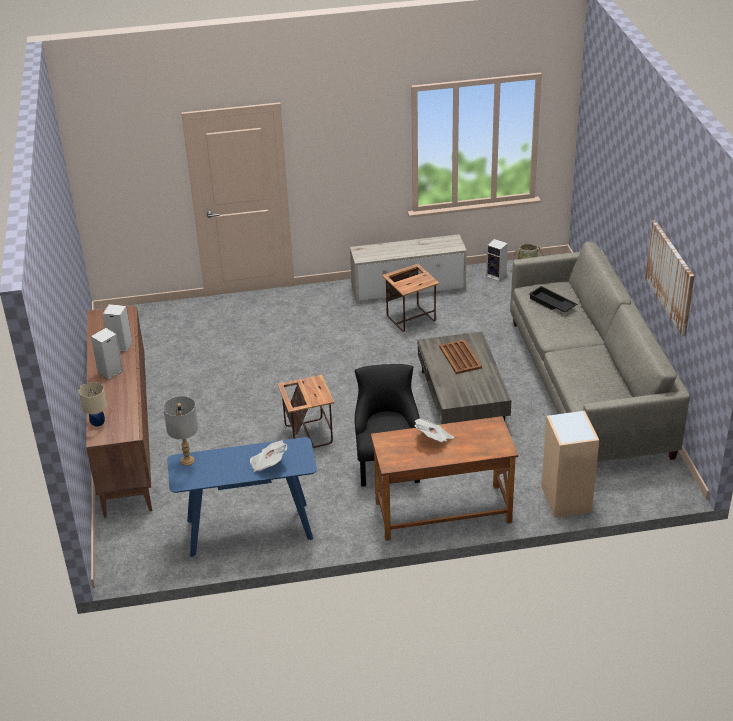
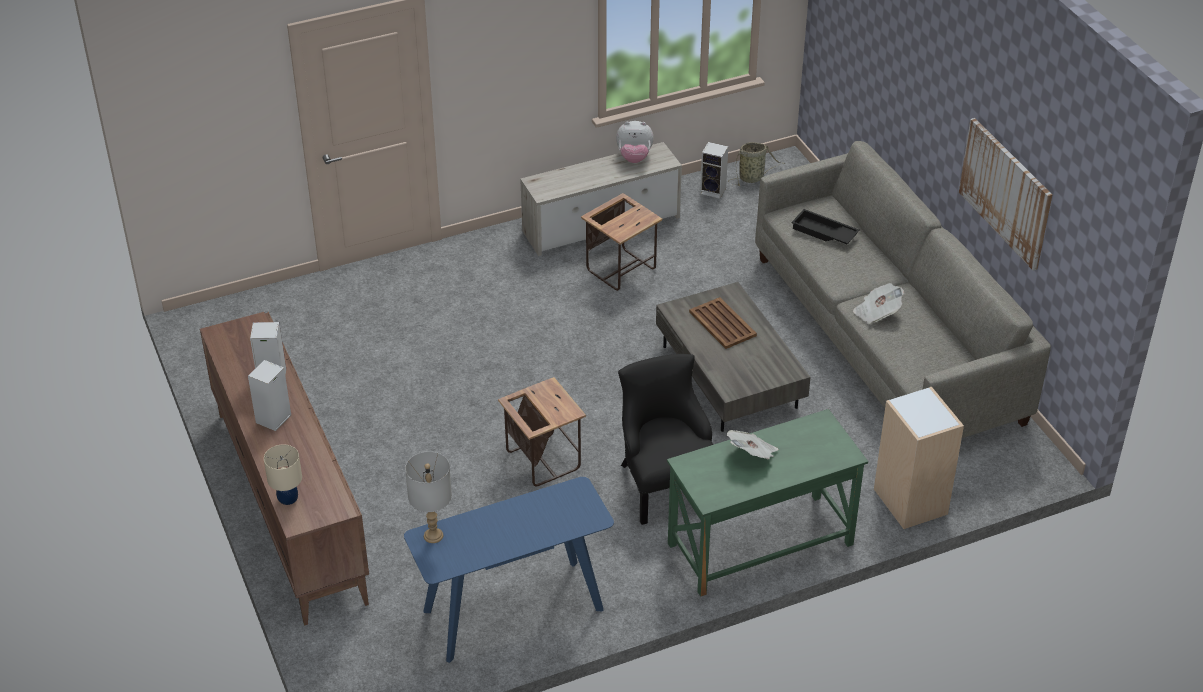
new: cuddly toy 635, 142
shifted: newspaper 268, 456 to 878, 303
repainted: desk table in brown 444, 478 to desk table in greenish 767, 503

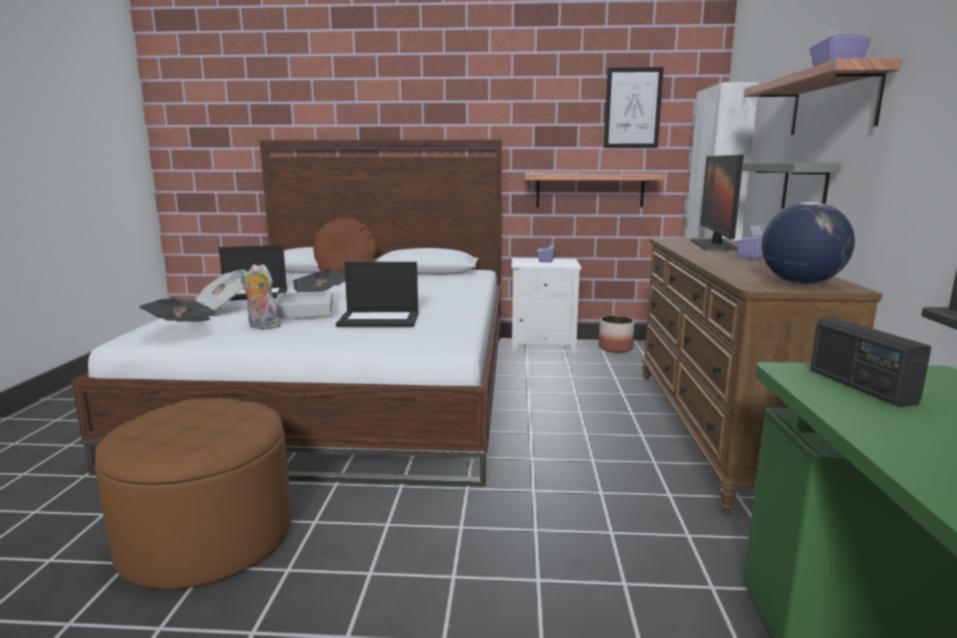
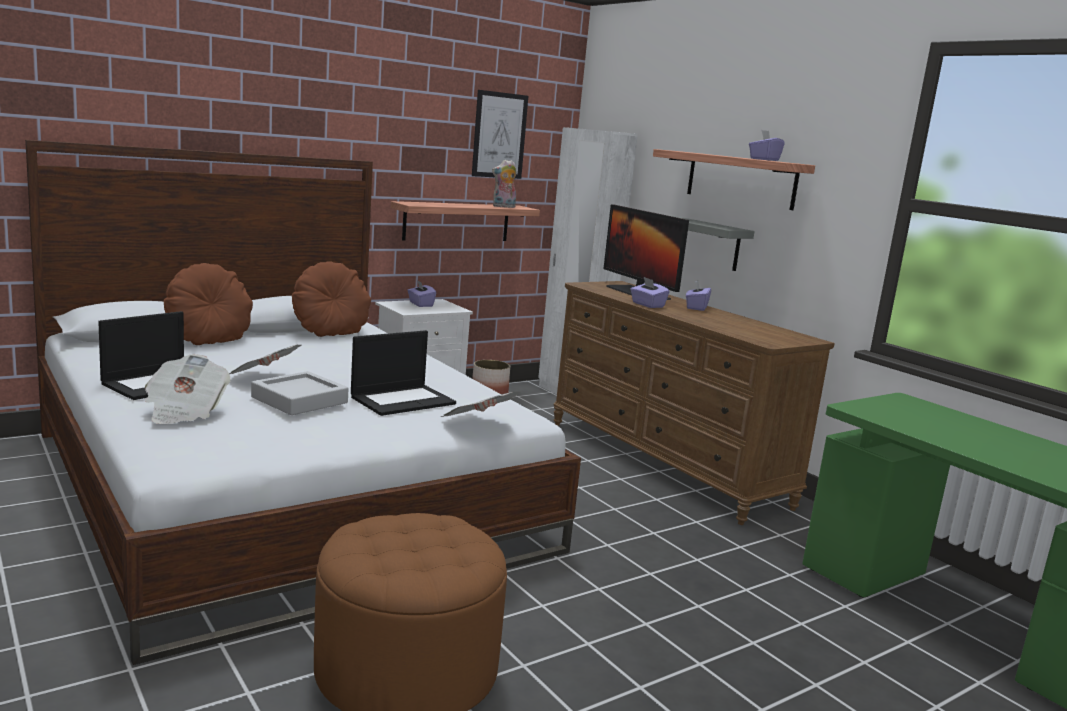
gone: globe 808, 243; radio receiver 870, 362
new: cushion in brown 331, 299; tissue box in purple-coloured 650, 292
shifted: newspaper 177, 310 to 481, 404; cuddly toy 261, 296 to 504, 184

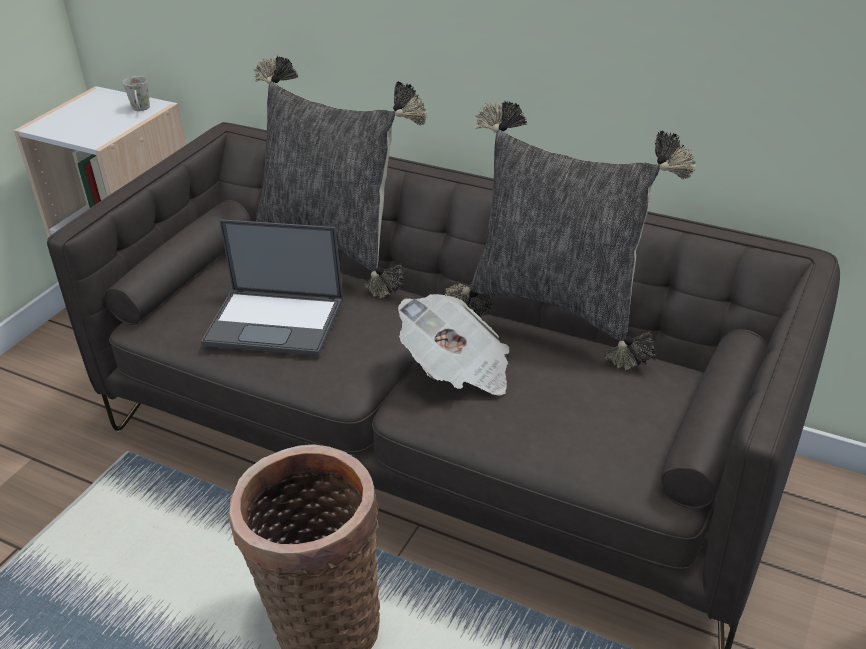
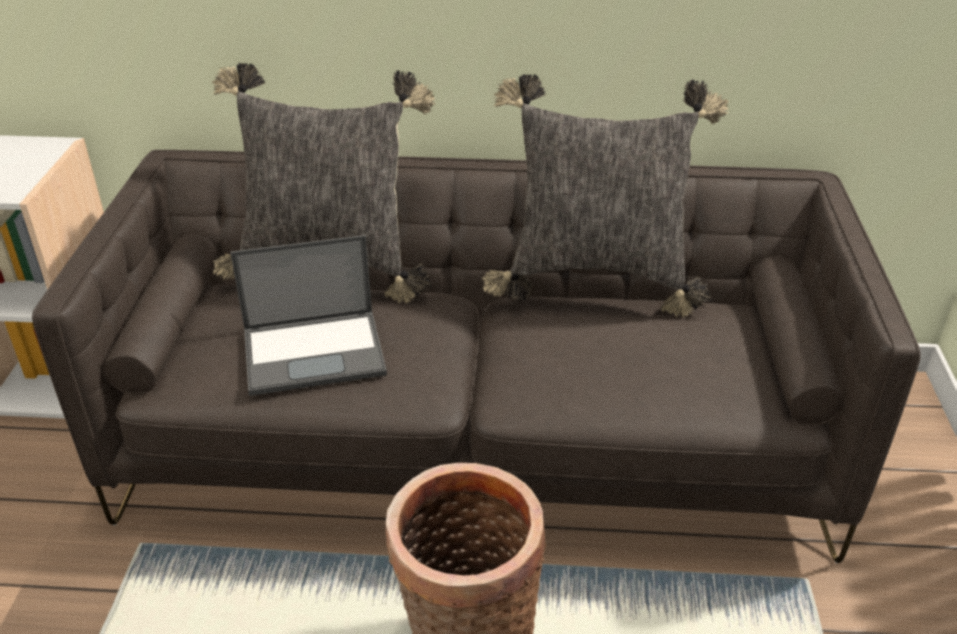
gone: mug in whitish 136, 93; newspaper 453, 345

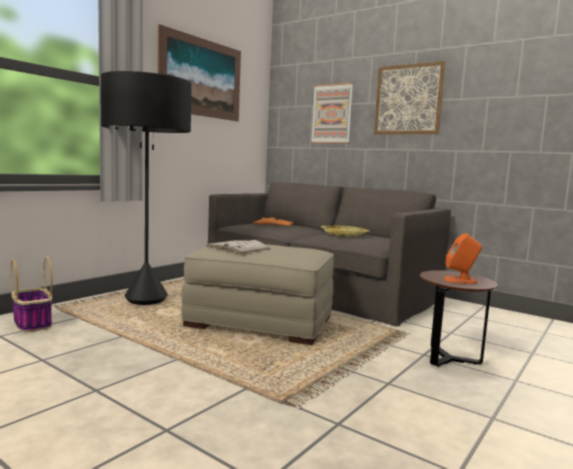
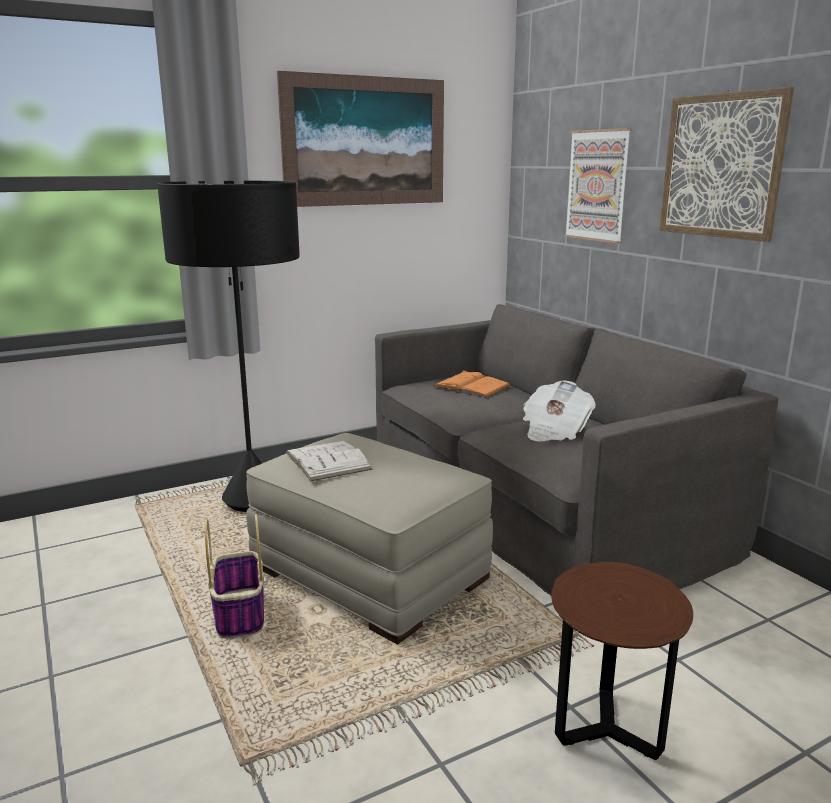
gone: loudspeaker in orange-coloured 463, 258
shifted: storage basket 31, 294 to 234, 576
swapped: tray in yellow 345, 231 to newspaper 559, 410

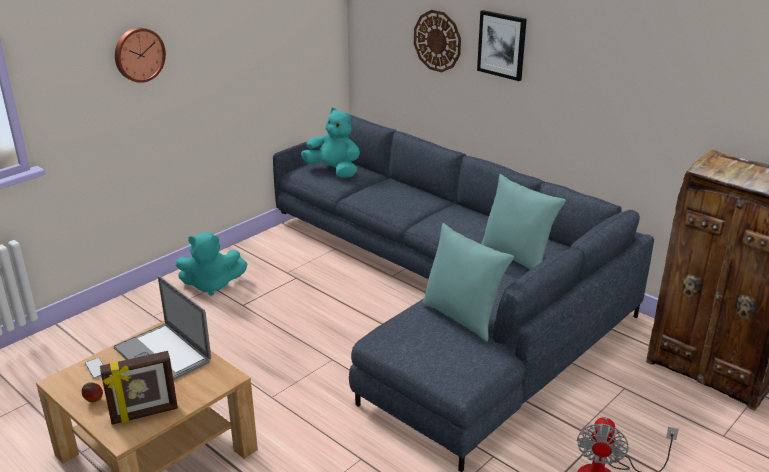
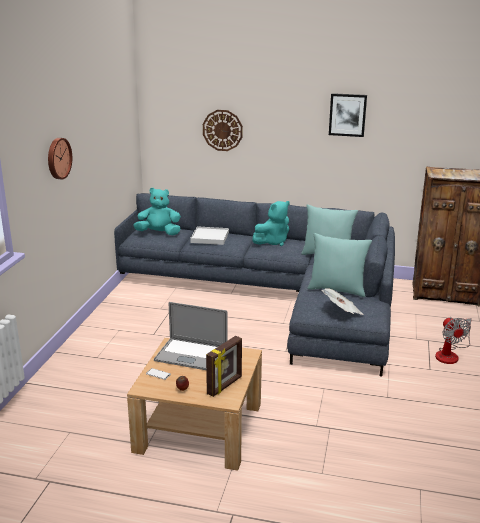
new: tray in whitish 209, 235; newspaper 342, 301
shifted: cuddly toy in blue-green 211, 264 to 271, 223; wall art 502, 45 to 348, 115

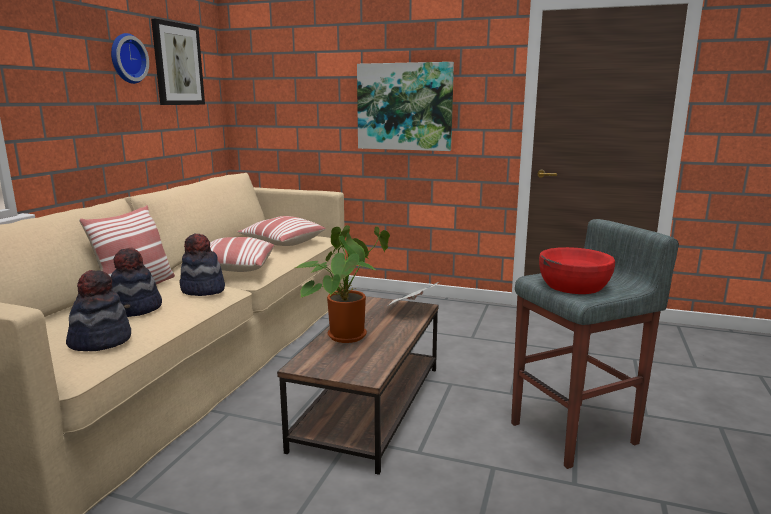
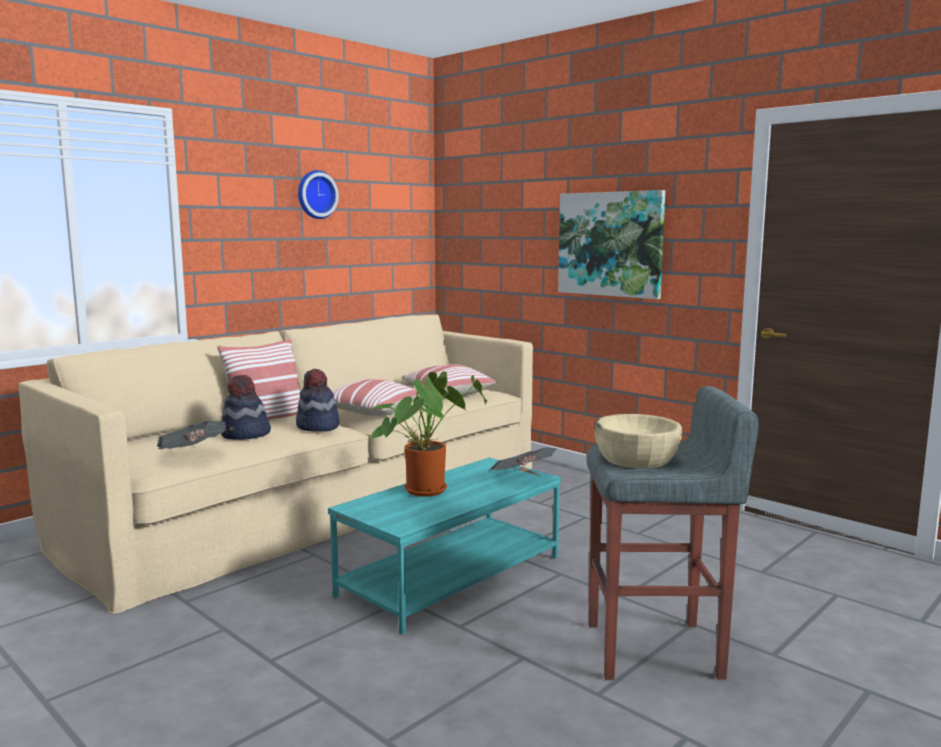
gone: wall art 178, 62
swapped: hat 98, 310 to newspaper 191, 435
repainted: low table in brown 357, 385 to low table in blue-green 444, 546; serving bowl in red-coloured 577, 270 to serving bowl in beige-coloured 638, 441

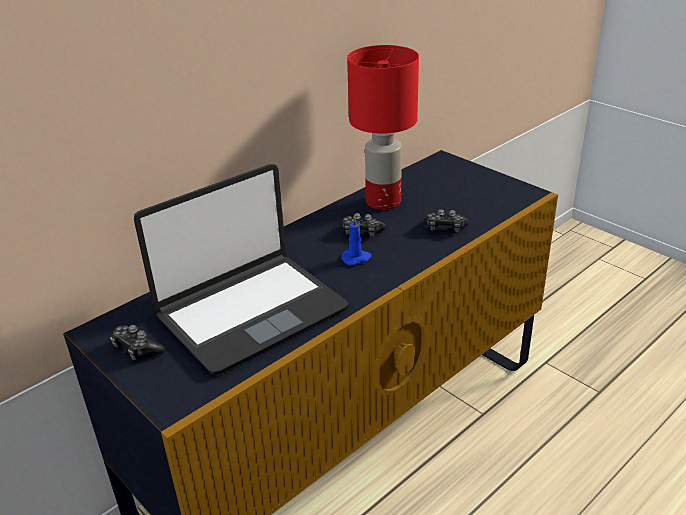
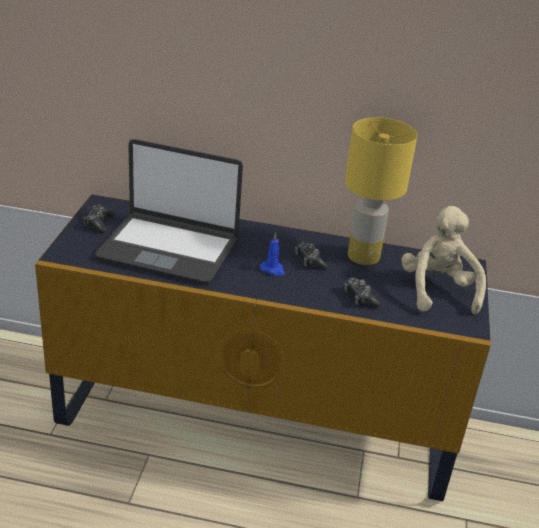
new: cuddly toy in beige-coloured 443, 260
repainted: tabletop lamp in red-coloured 383, 127 to tabletop lamp in yellow 381, 191

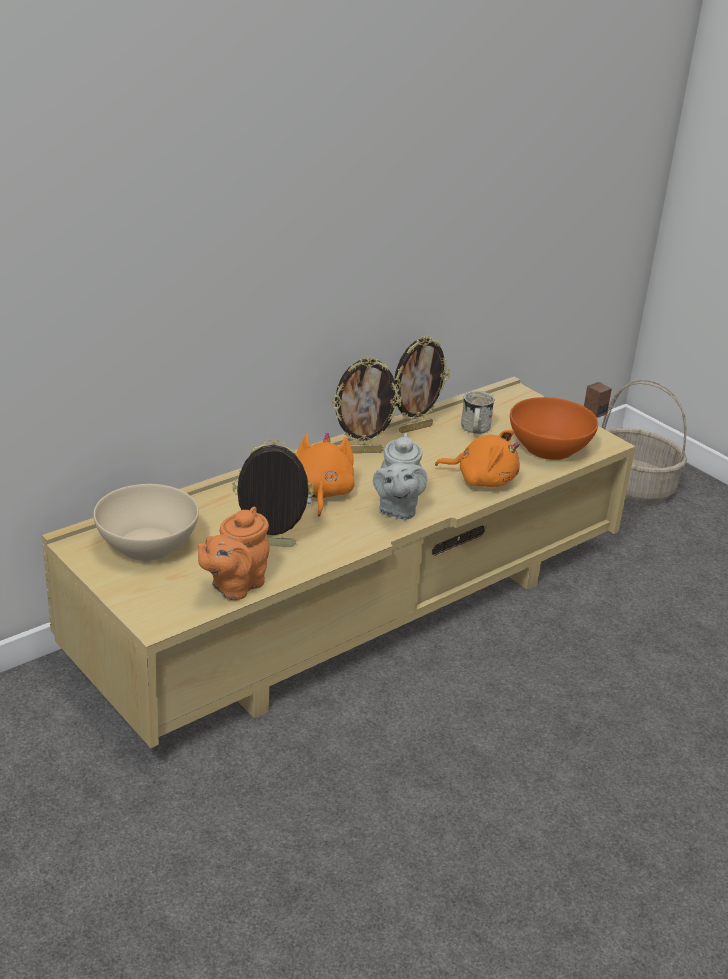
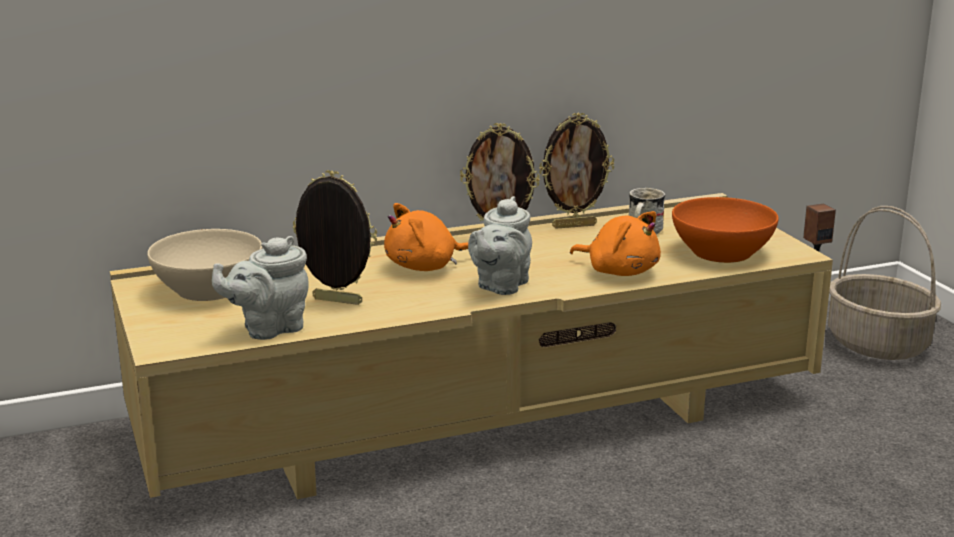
repainted: teapot in orange-coloured 234, 553 to teapot in greyish 260, 288
rotated: cuddly toy in orange-coloured 325, 474 = 426, 237 135 degrees counterclockwise

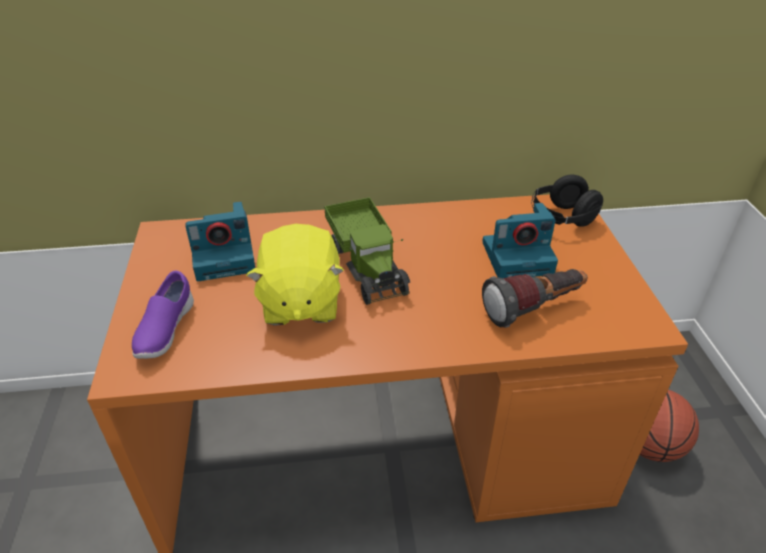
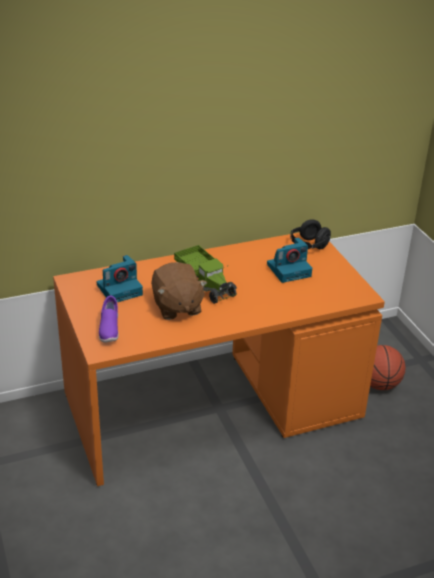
gone: torch 535, 298
repainted: cuddly toy in yellow 295, 275 to cuddly toy in brown 179, 291

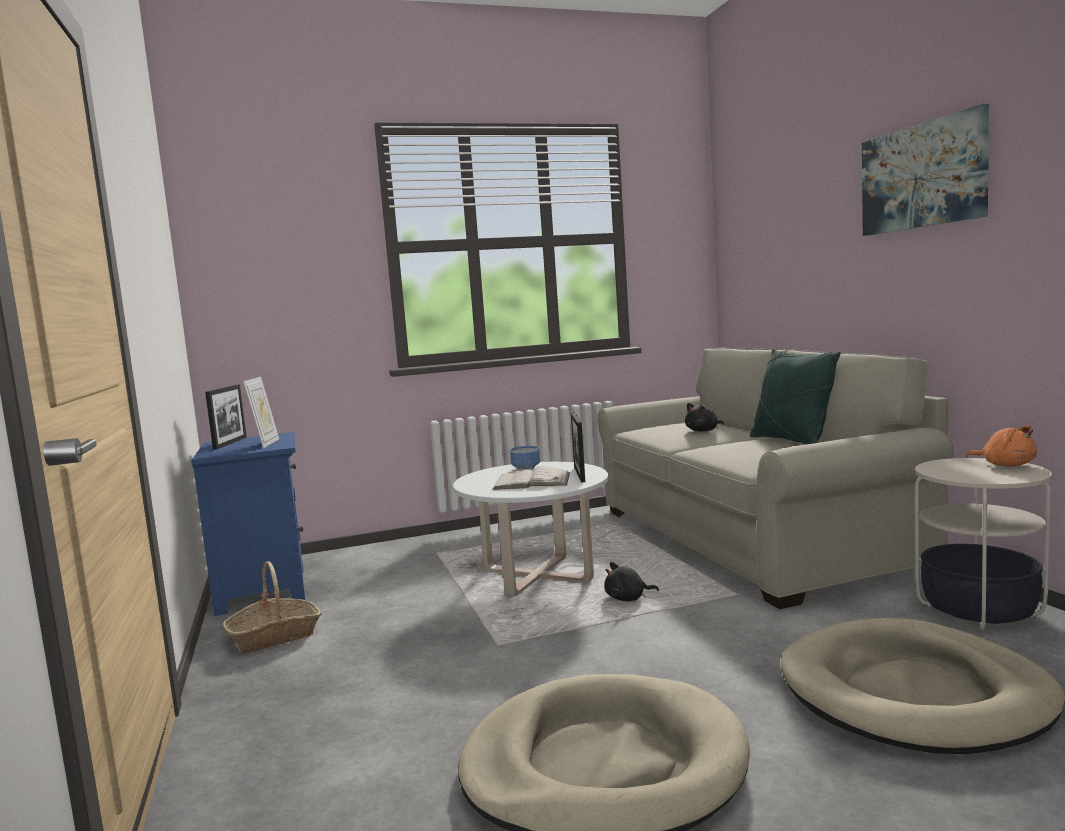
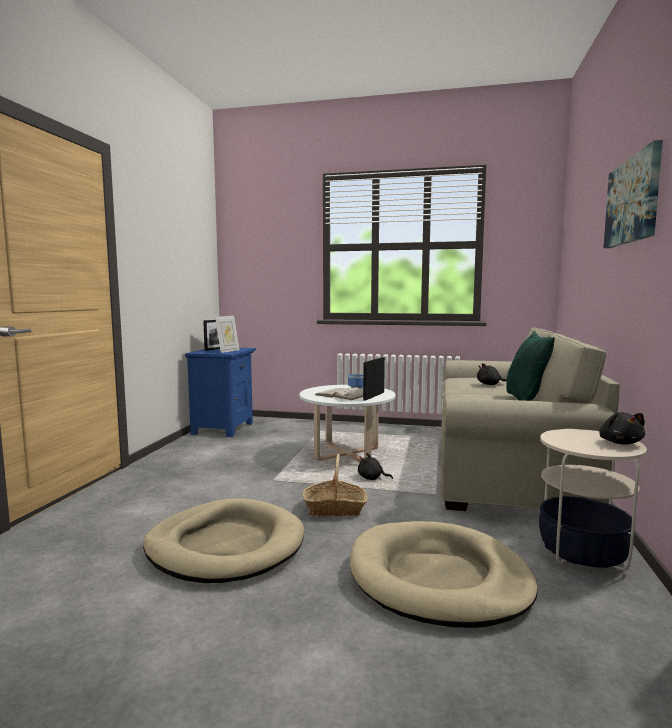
shifted: storage basket 272, 607 to 335, 485
repainted: cuddly toy in orange-coloured 1001, 446 to cuddly toy in black 622, 428

